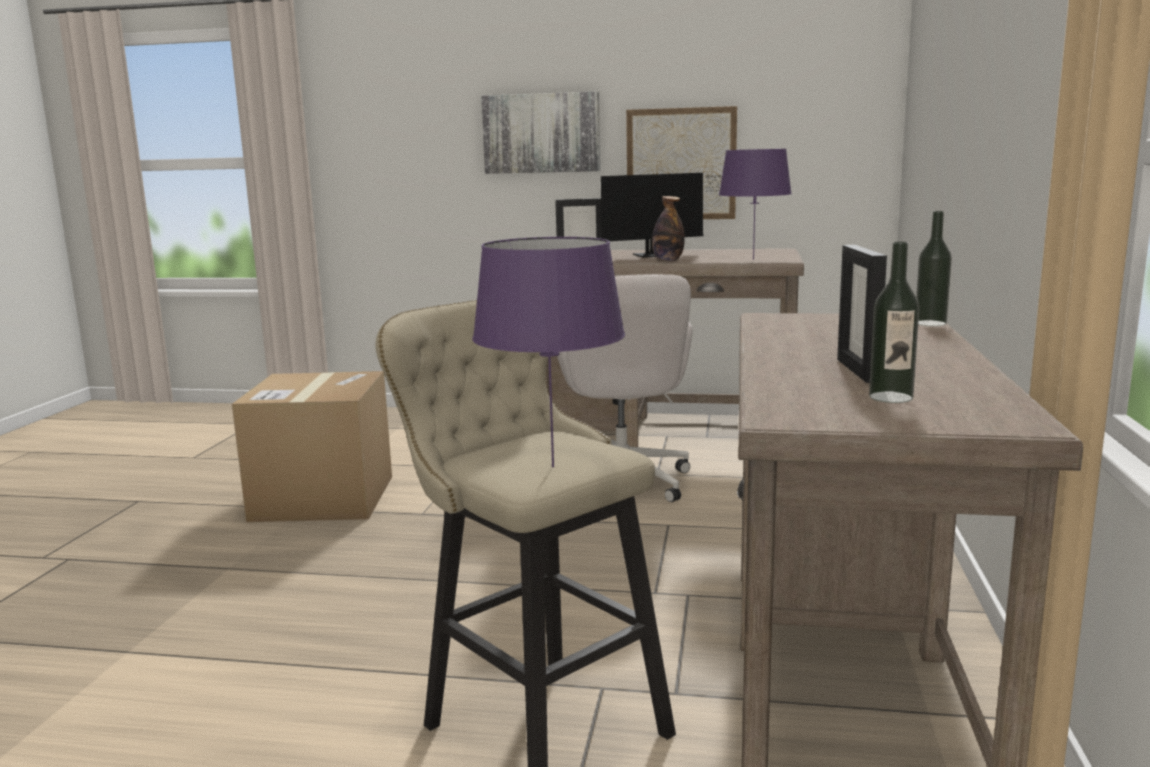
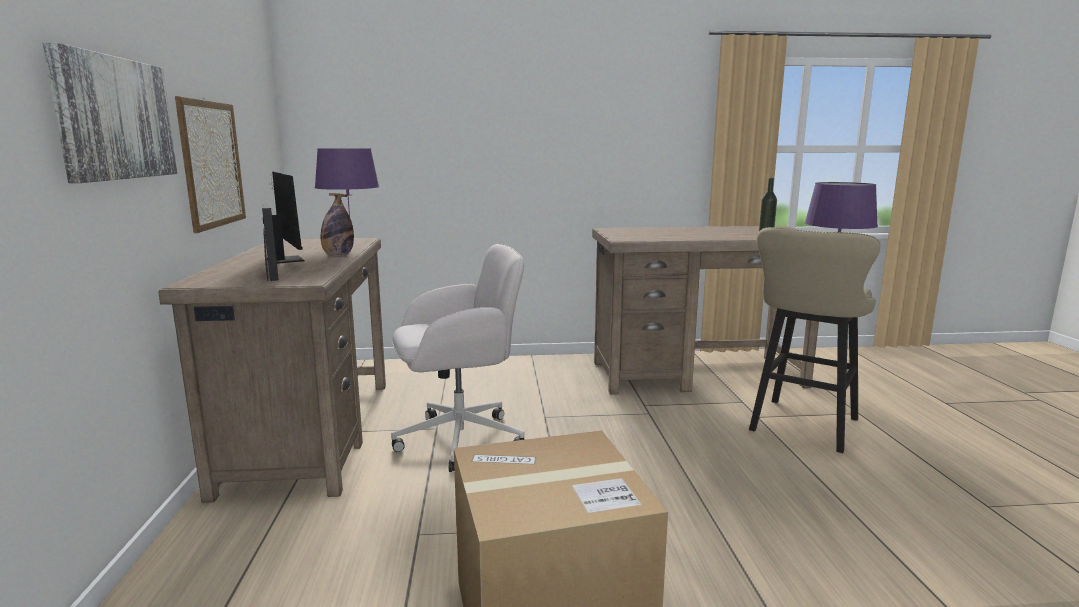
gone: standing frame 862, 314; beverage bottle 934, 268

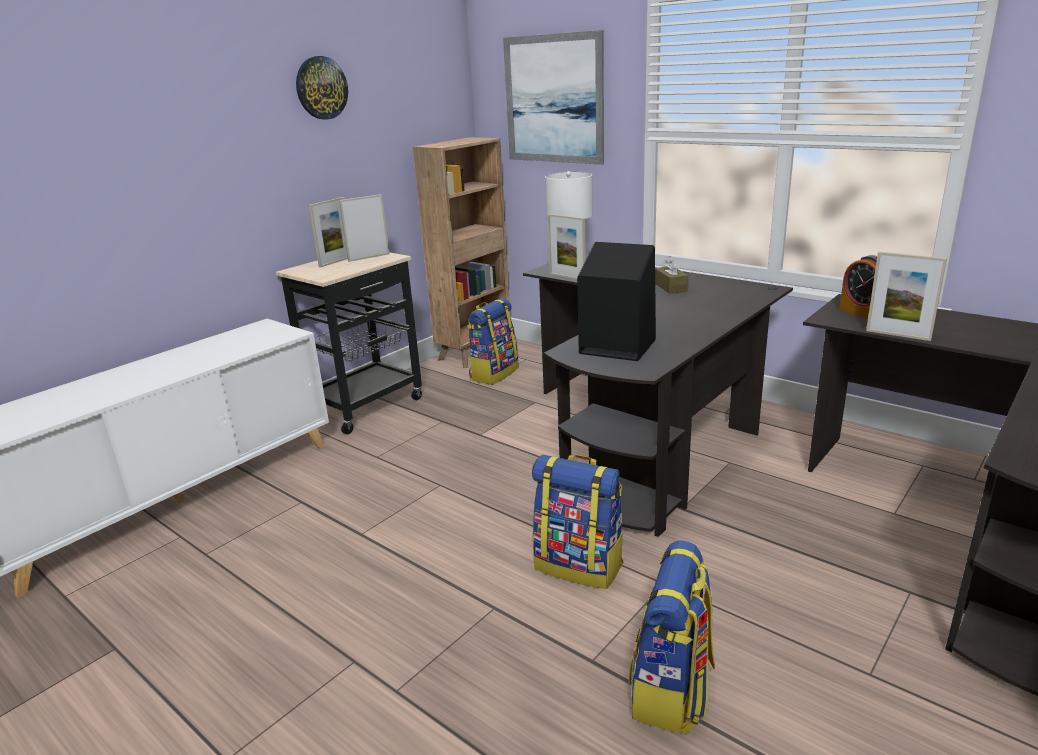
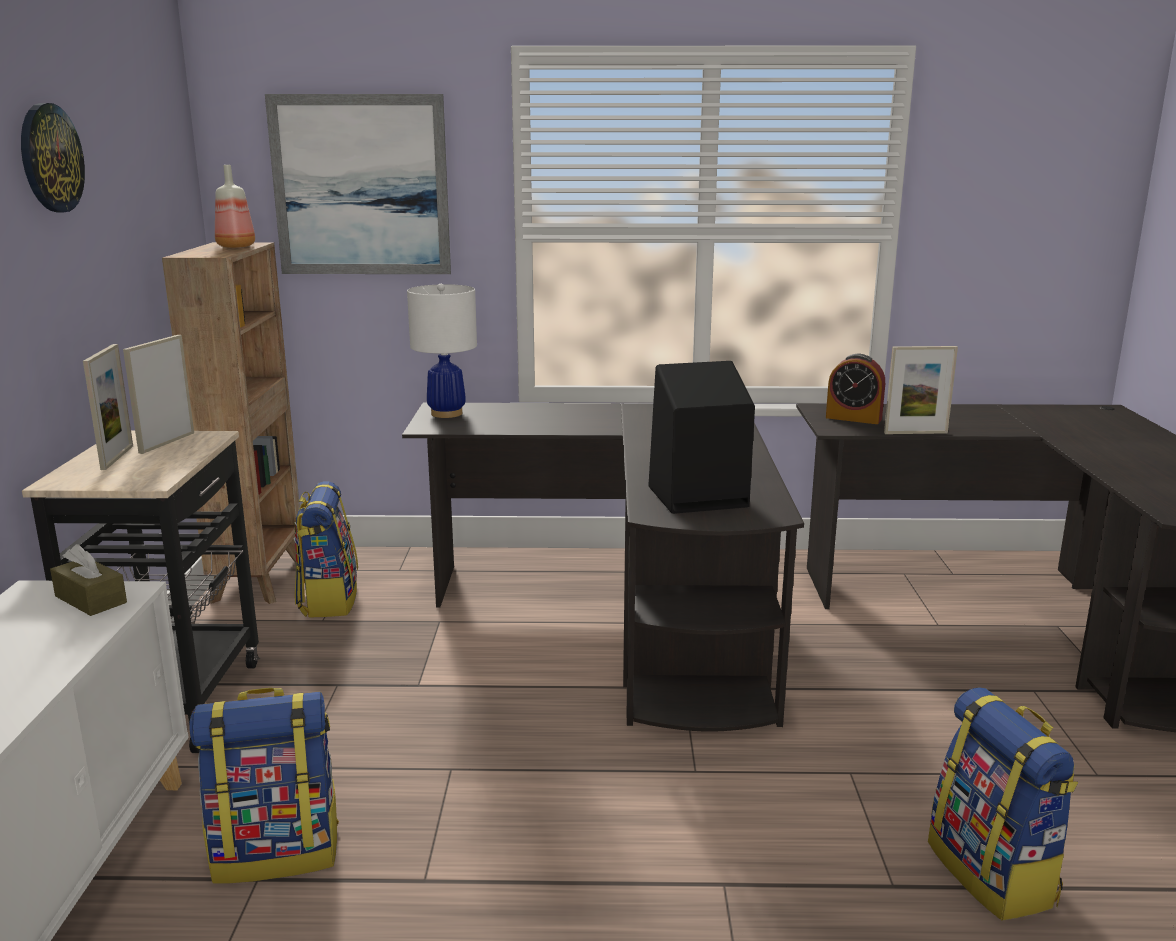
gone: standing frame 566, 246
new: beverage bottle 235, 206
shifted: rucksack 578, 522 to 264, 786; tissue box in brown 672, 275 to 88, 580

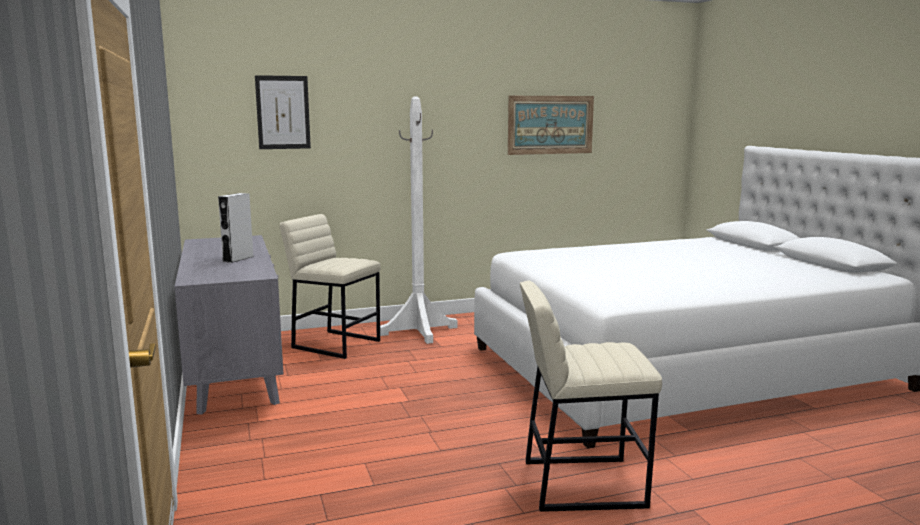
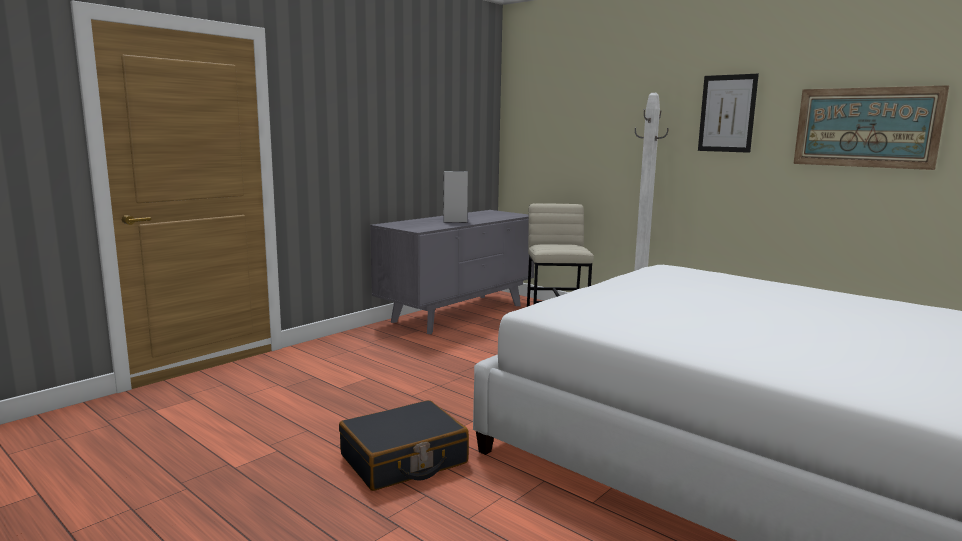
shifted: wall art 283, 112 to 728, 113
swapped: chair in beige-coloured 591, 396 to piece of luggage in black 404, 445

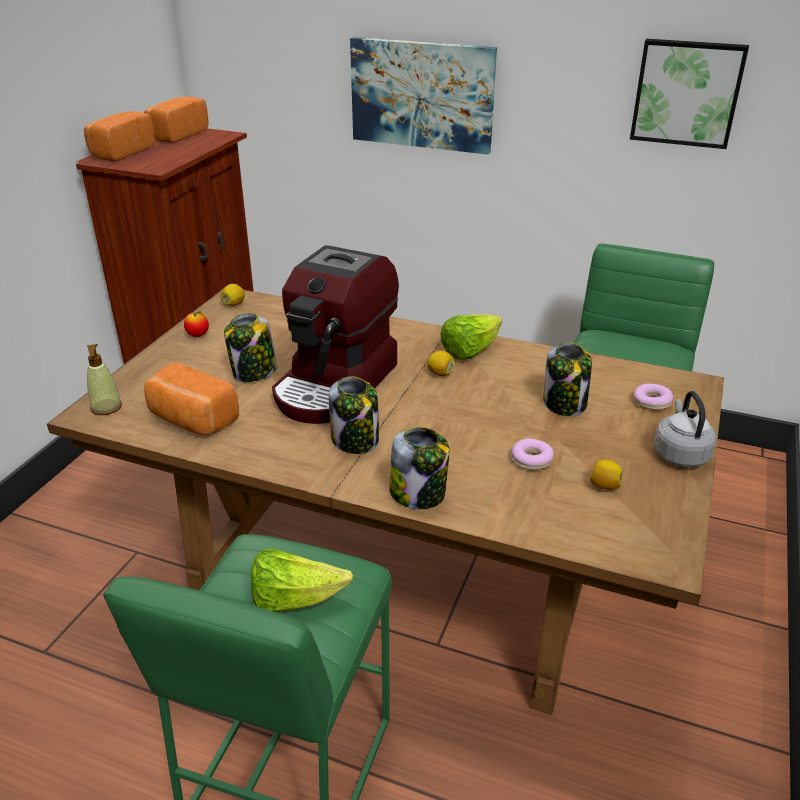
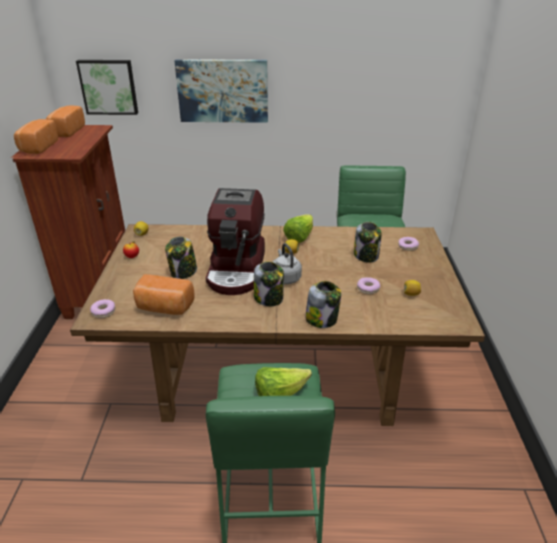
shifted: wall art 689, 94 to 107, 87; water kettle in greyish 685, 429 to 287, 263
swapped: soap bottle 104, 379 to ring doughnut 102, 308

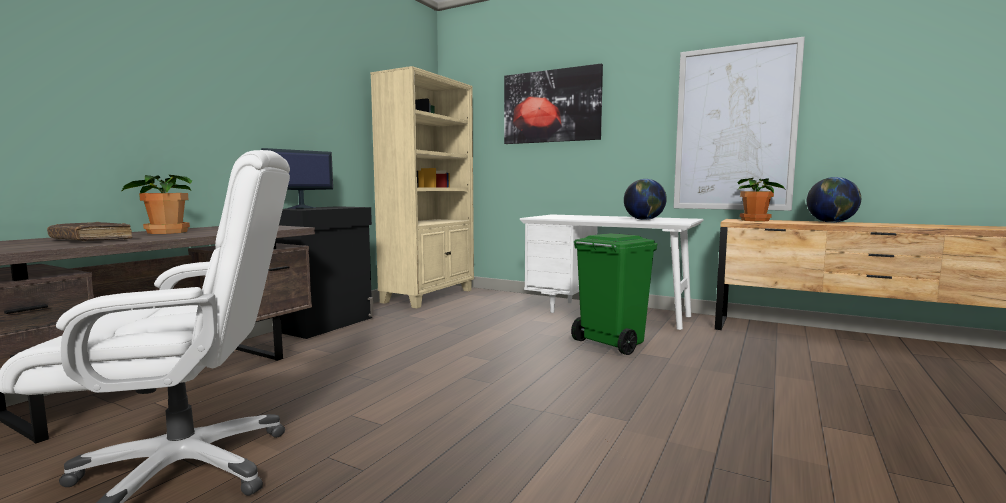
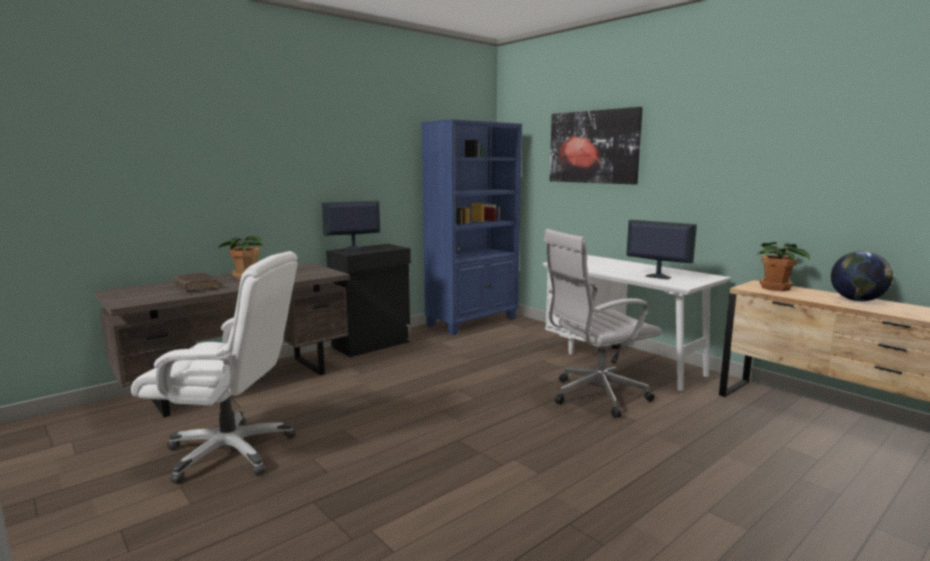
gone: wall art 739, 124
swapped: rubbish bin in greenish 614, 294 to office chair in whitish 603, 323; globe 645, 199 to monitor 661, 249
repainted: bookcase in beige-coloured 422, 187 to bookcase in blue 472, 227

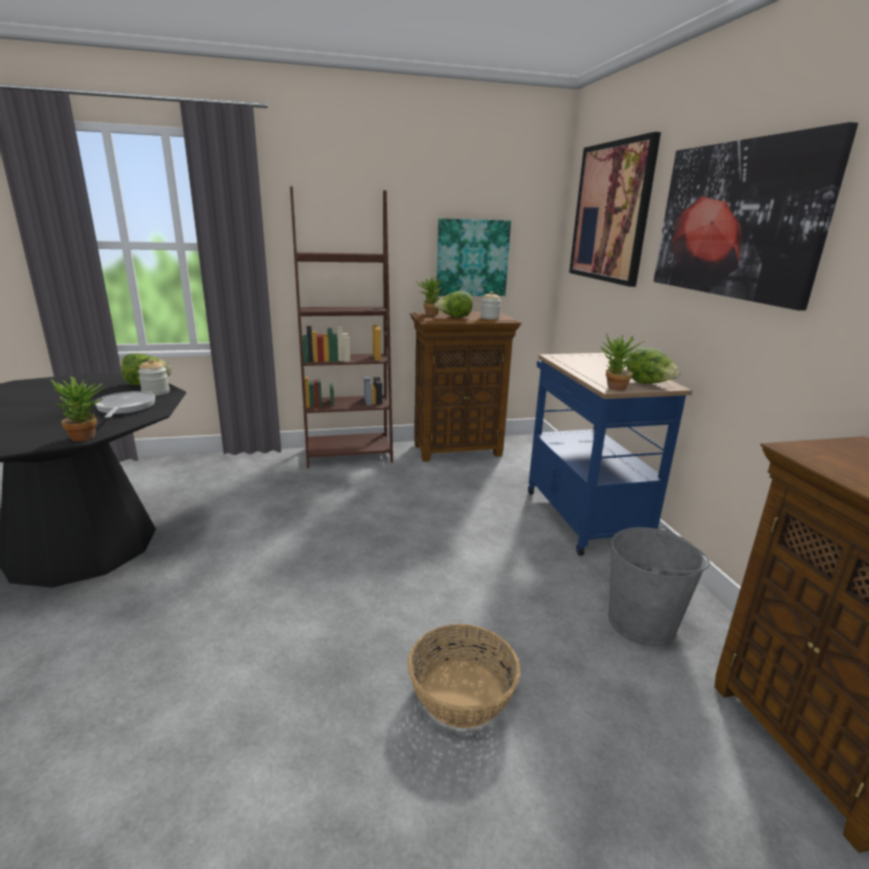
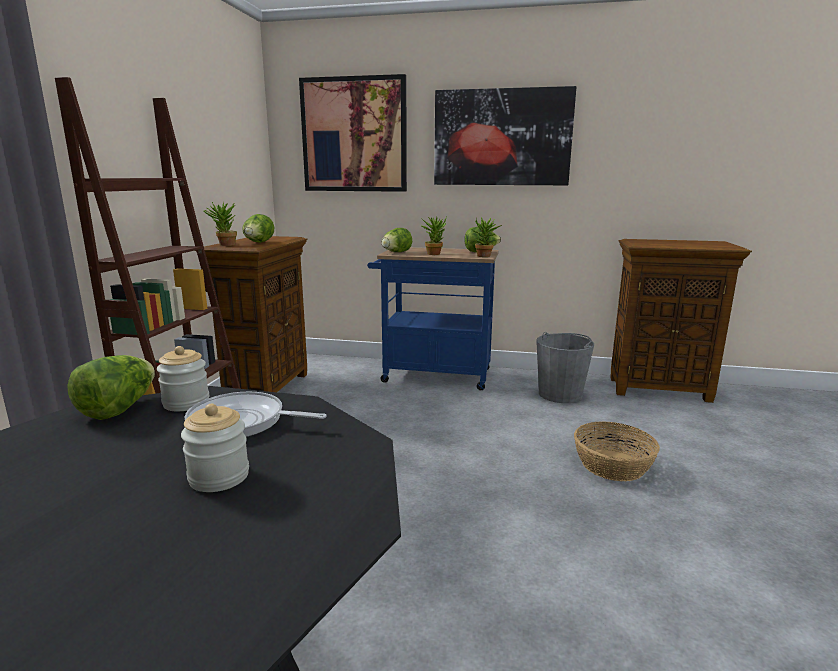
gone: wall art 473, 257
new: head of lettuce 397, 240
shifted: houseplant 78, 409 to 433, 235; preserve jar 490, 305 to 215, 448

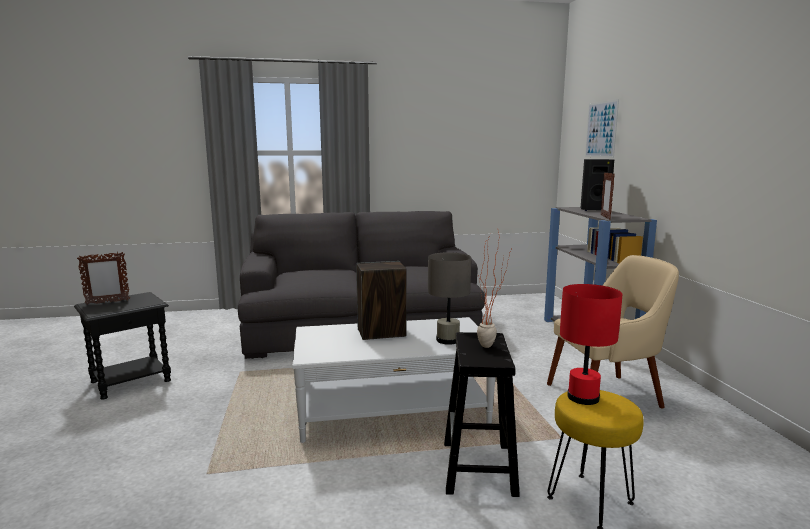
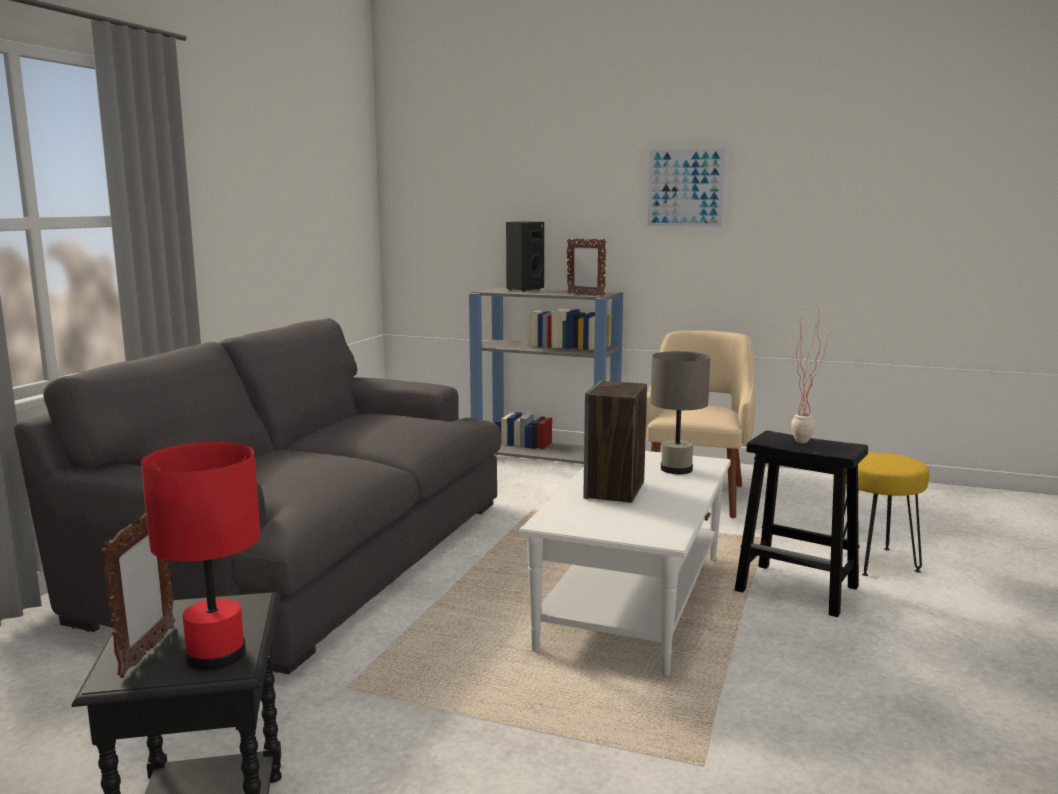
shifted: tabletop lamp in red-coloured 591, 344 to 200, 555; wall art 602, 128 to 686, 188

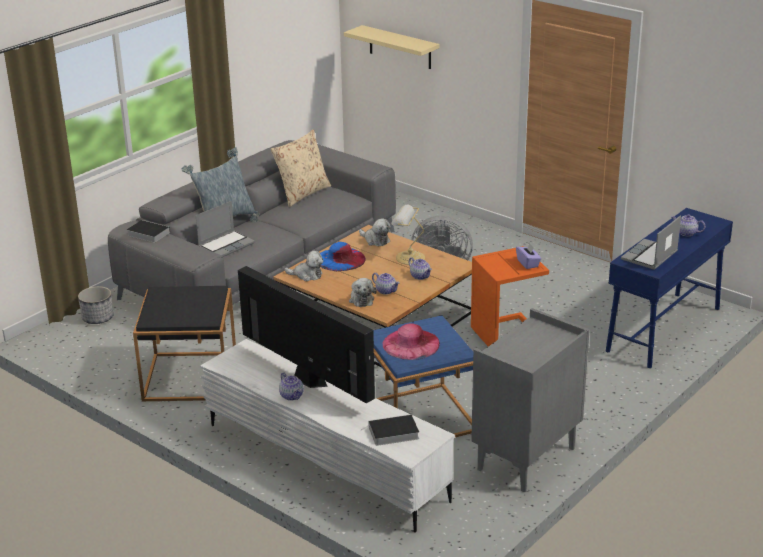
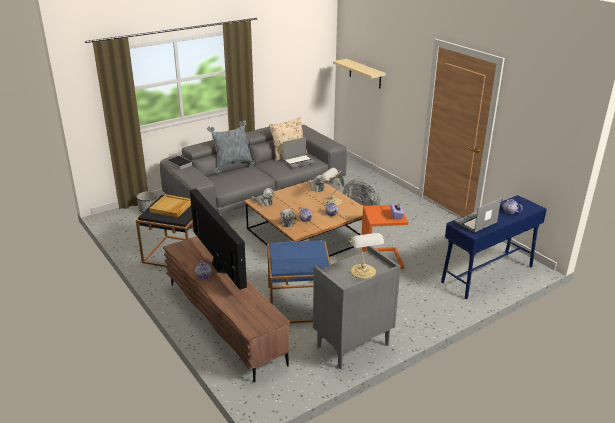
gone: hat in blue 343, 256; bound book 390, 430; hat in pink-coloured 411, 341
new: tray in beige-coloured 170, 205; tabletop lamp 365, 256
shifted: notebook computer 225, 229 to 299, 152
repainted: tv stand in whitish 327, 436 to tv stand in brown 226, 309

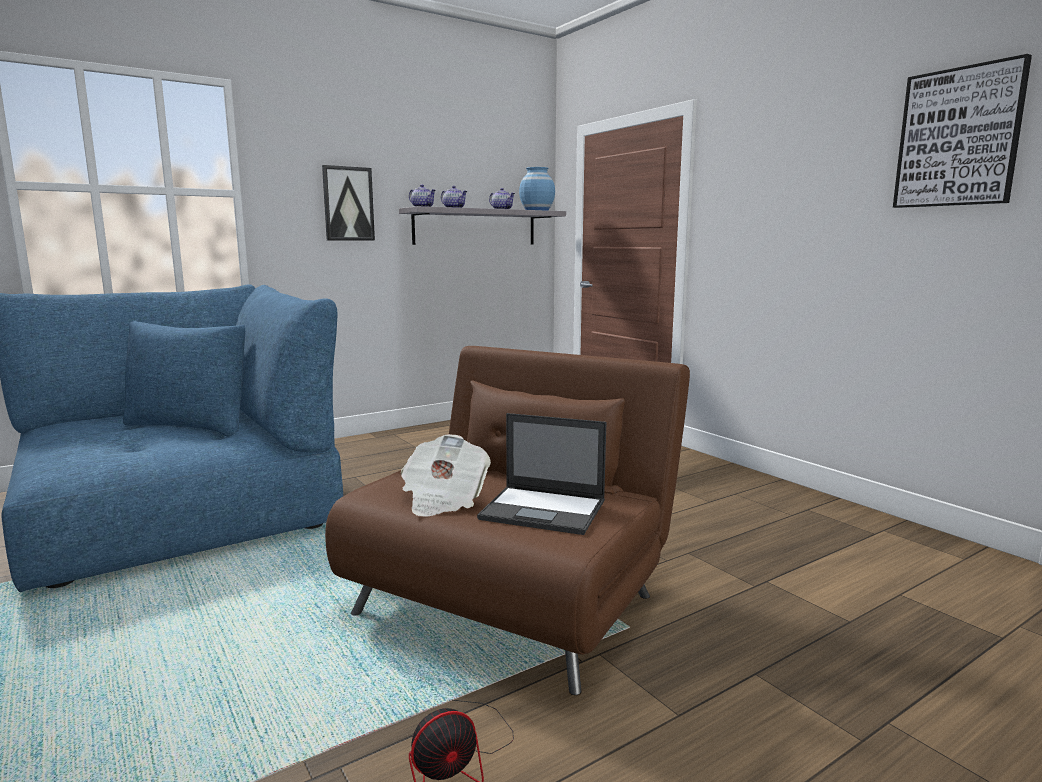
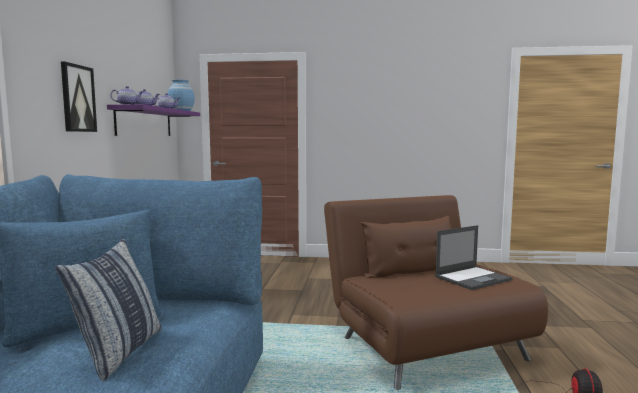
gone: newspaper 445, 475; wall art 962, 131
new: cushion 107, 310
repainted: bracket shelf in greyish 482, 225 to bracket shelf in purple-coloured 153, 120

